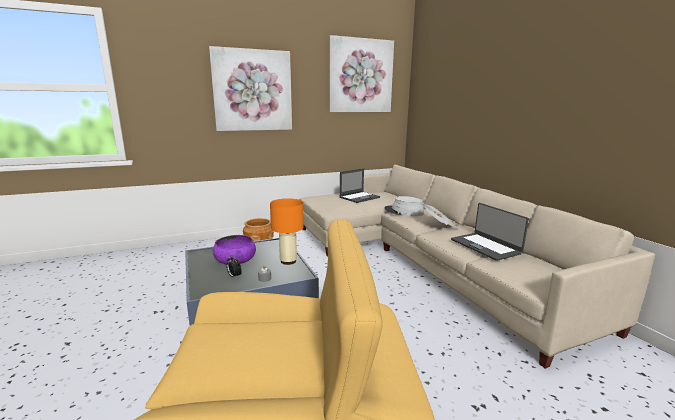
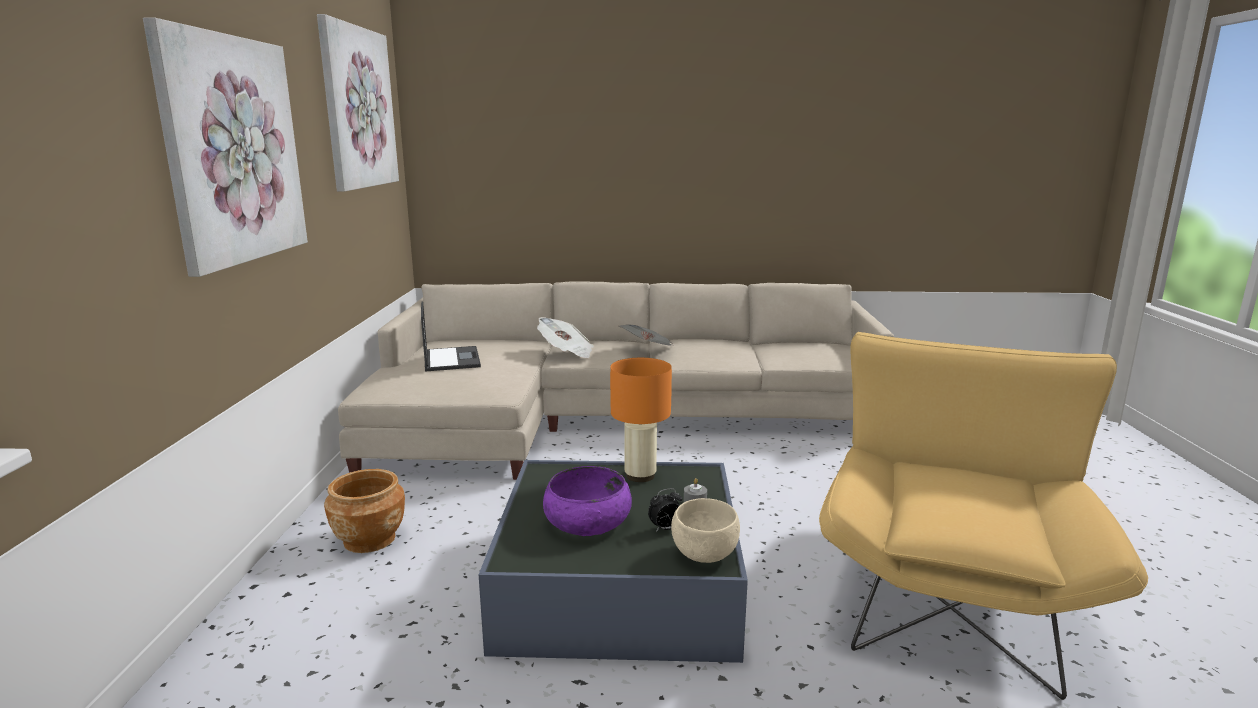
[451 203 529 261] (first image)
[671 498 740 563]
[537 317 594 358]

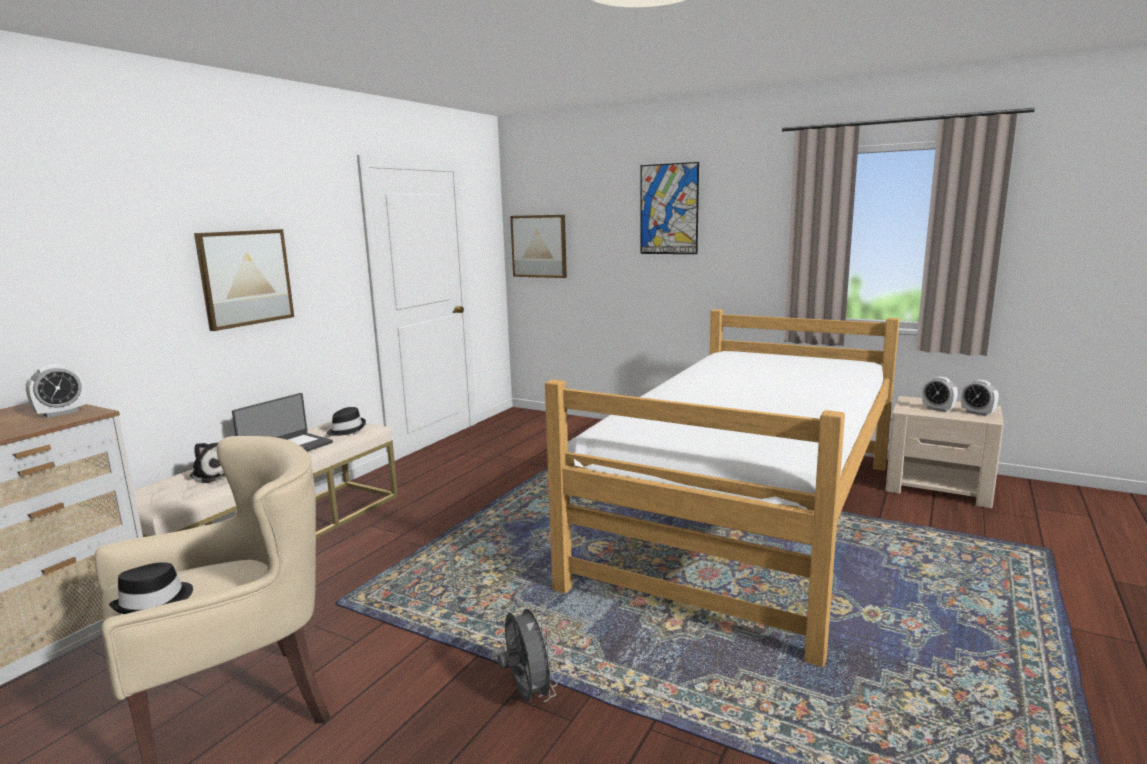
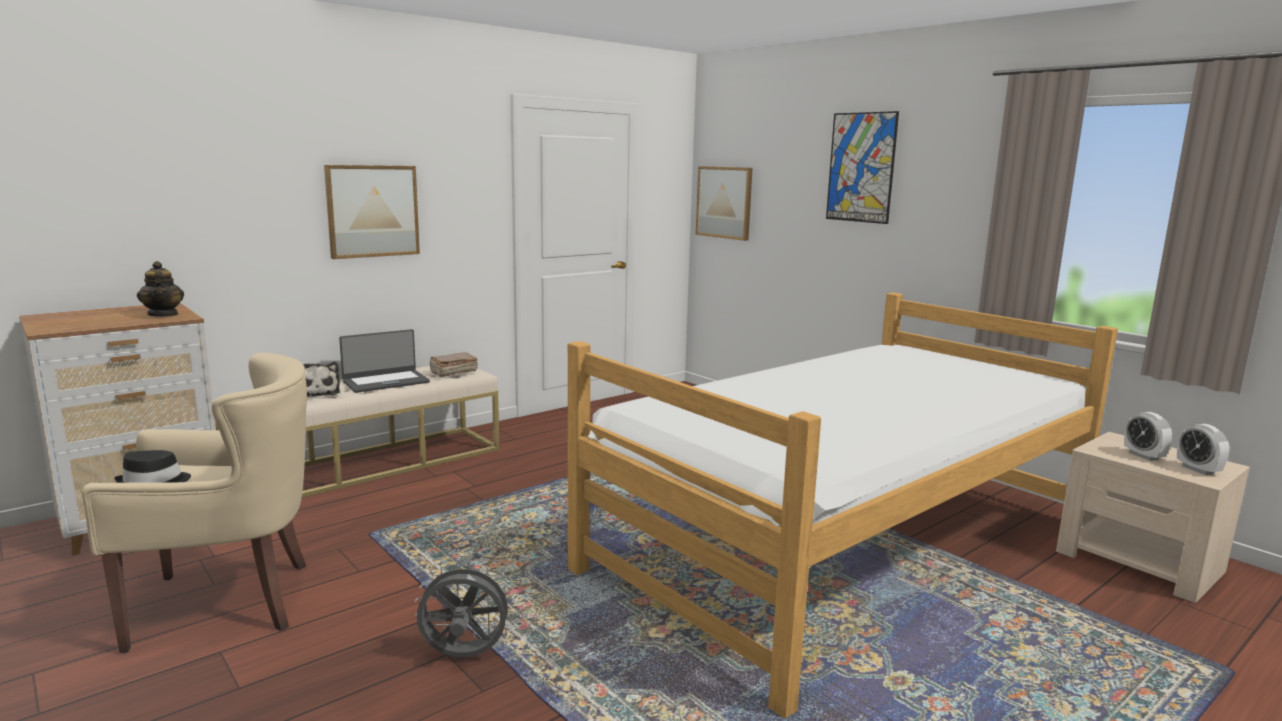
[137 261 184 317]
[430 352 478 377]
[415 562 514 657]

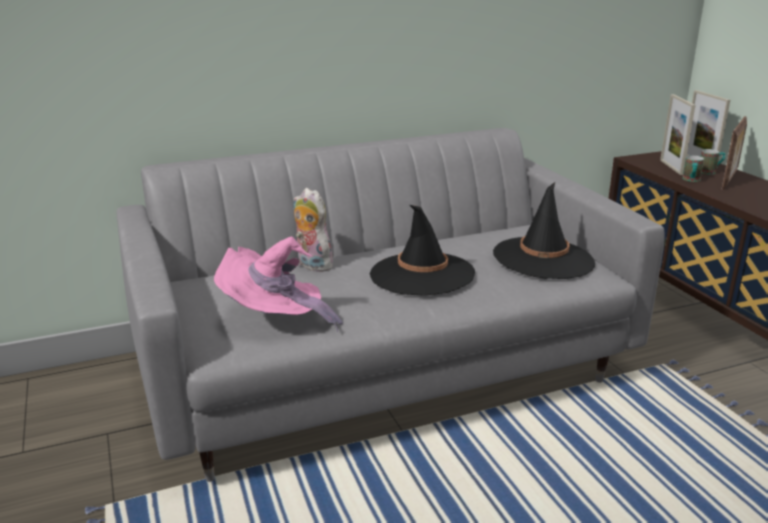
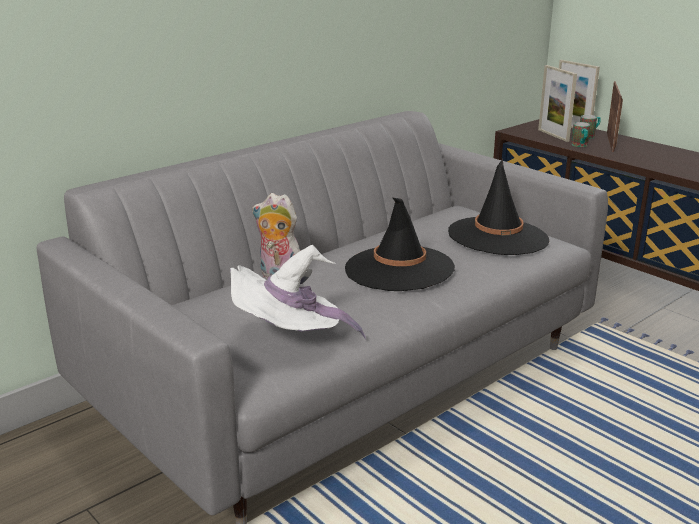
[230 245 366 340]

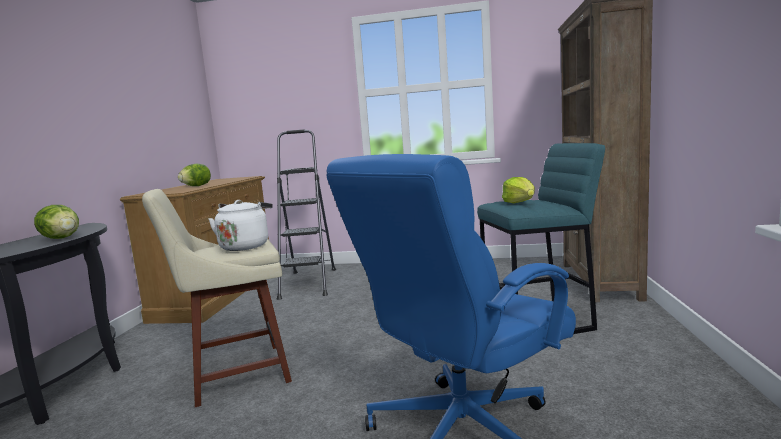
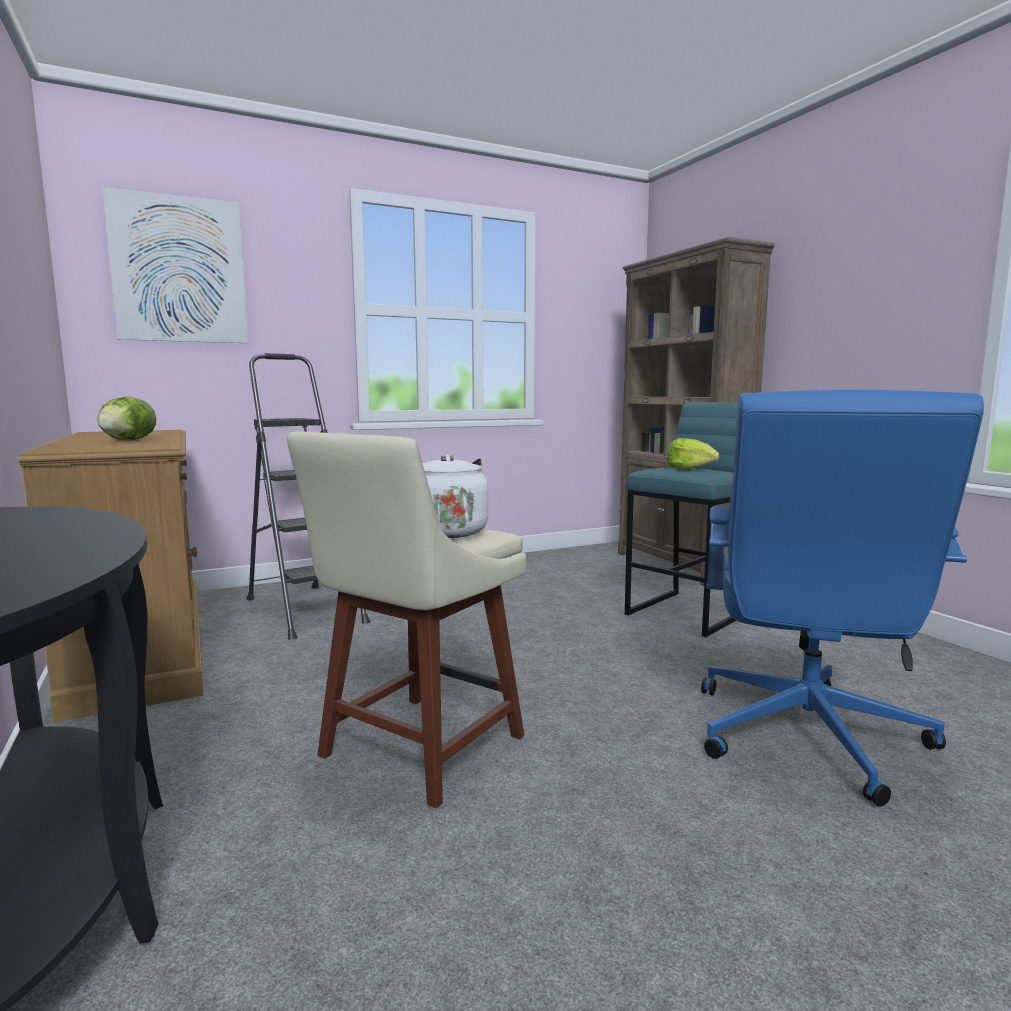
[34 205 79 239] (first image)
[102 187 248 343]

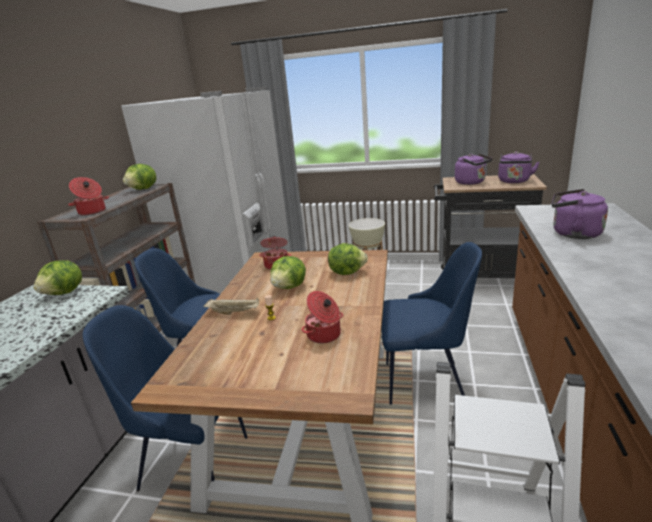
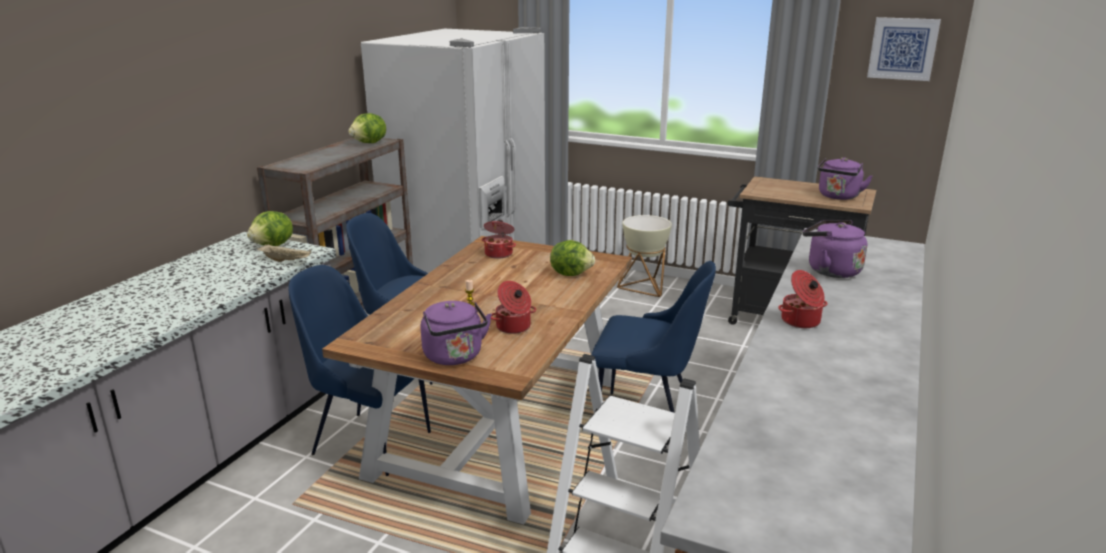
[270 256 306 289] (first image)
[867 17 941 81]
[778 270 827 328]
[257 244 312 262]
[421 301 492 365]

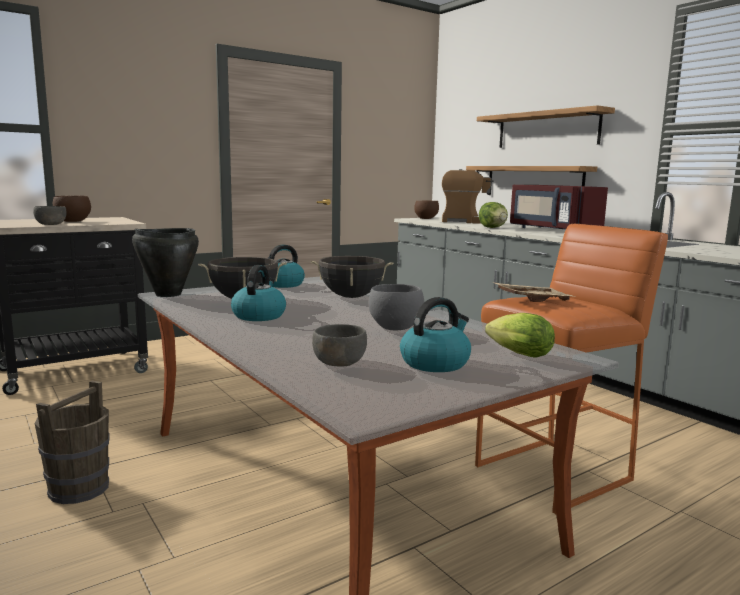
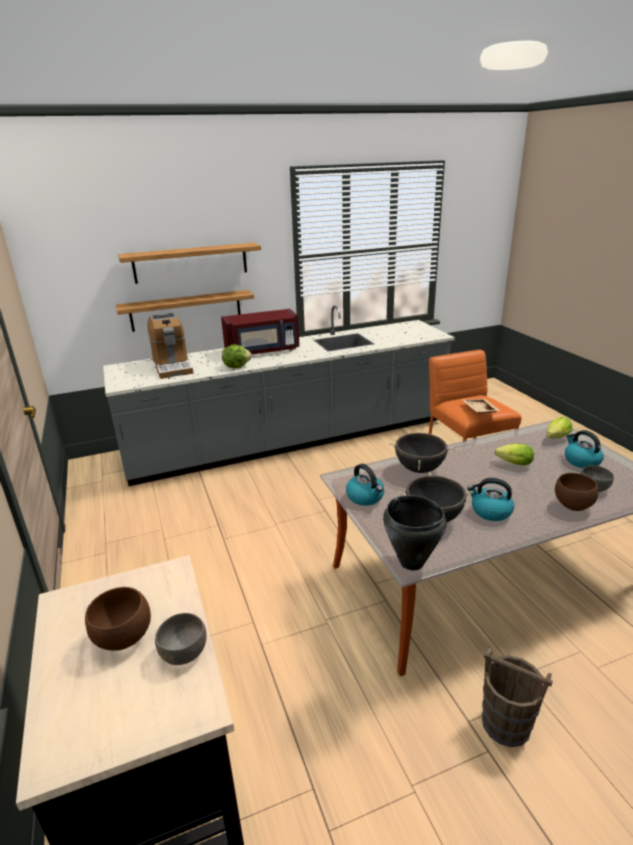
[555 473 599 511]
[495 443 534 466]
[148 312 193 379]

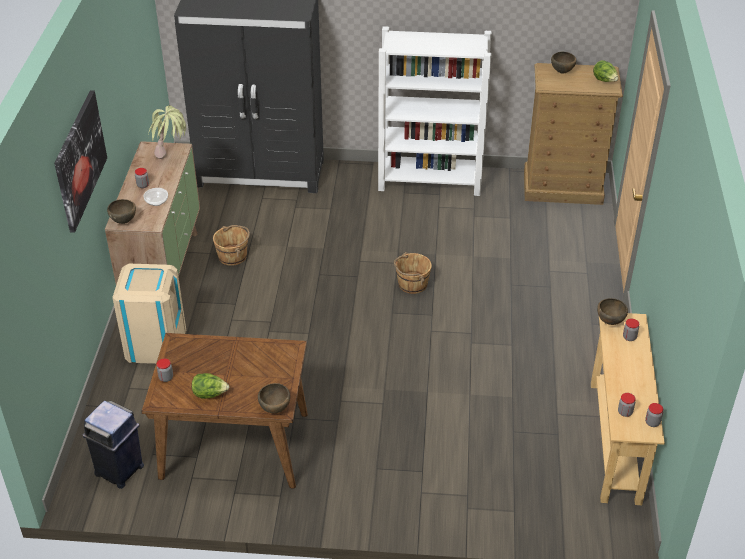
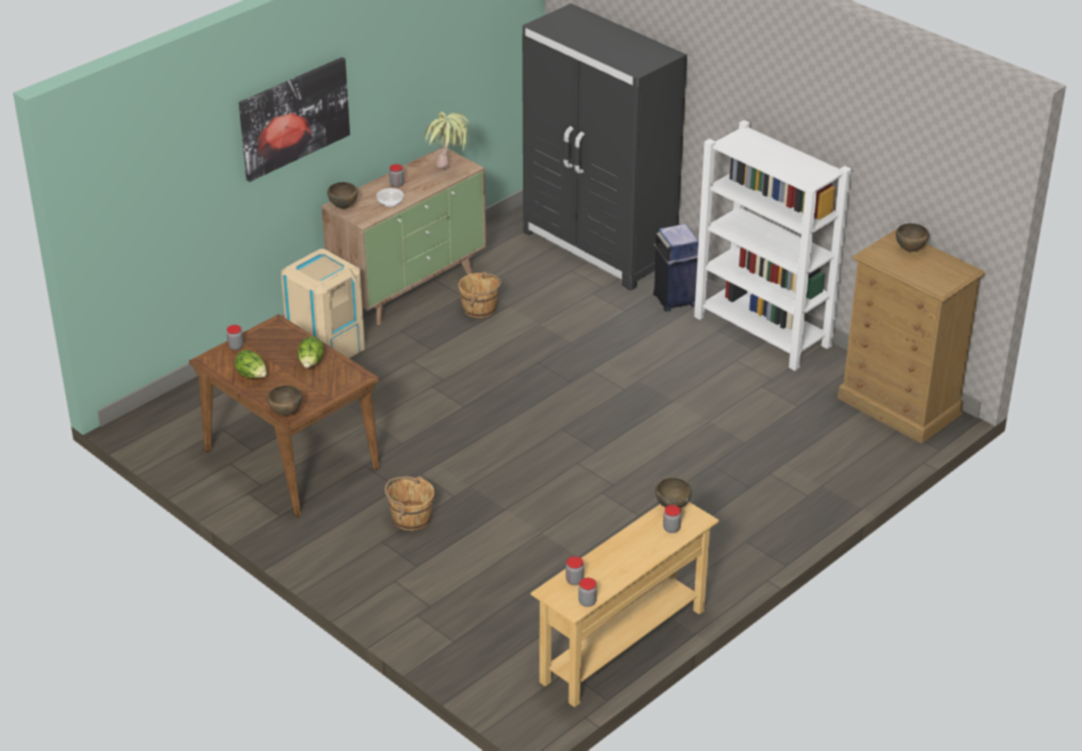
[653 224 699 312]
[385 476 435 531]
[298 336 324 368]

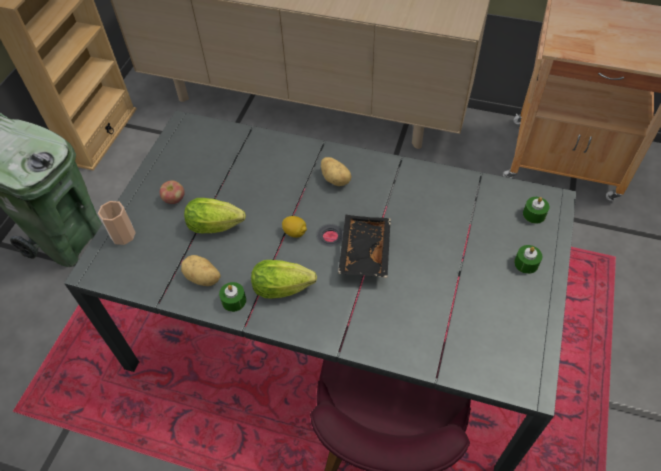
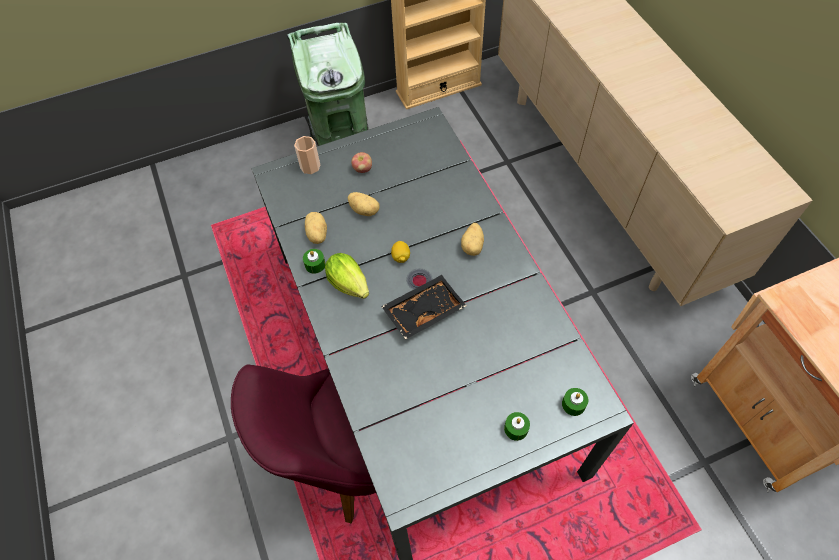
[348 192 380 216]

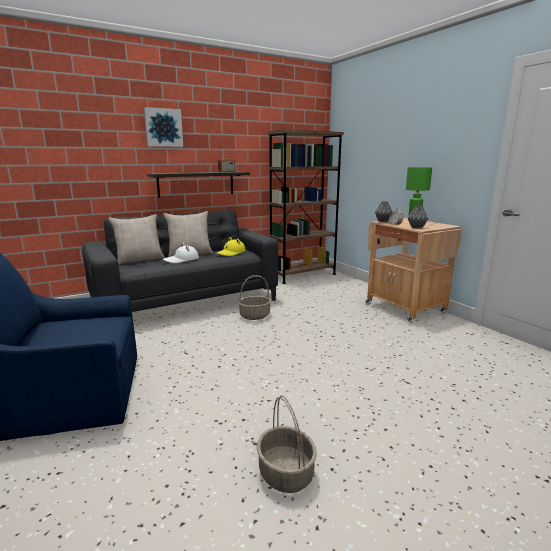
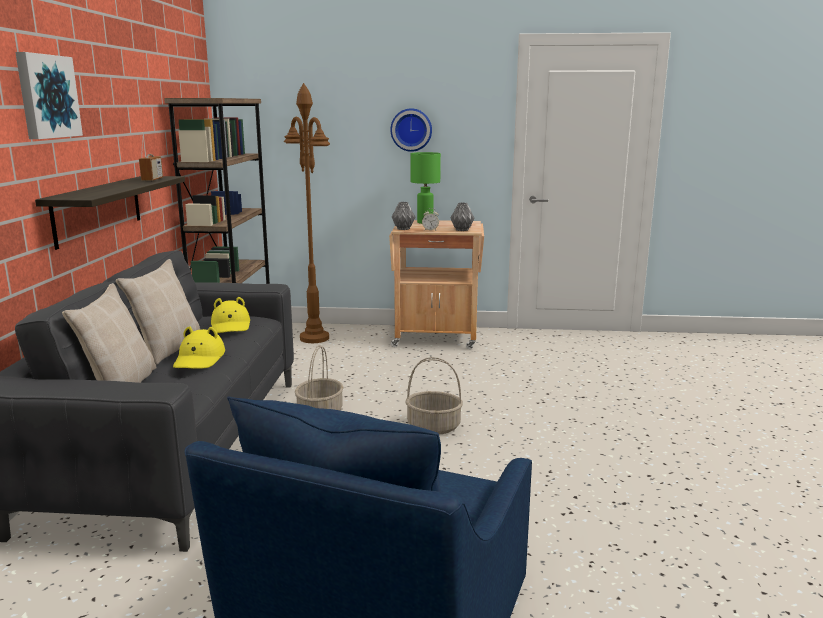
[284 83 330 343]
[390 108 432 152]
[406 357 463 434]
[173 326 225 369]

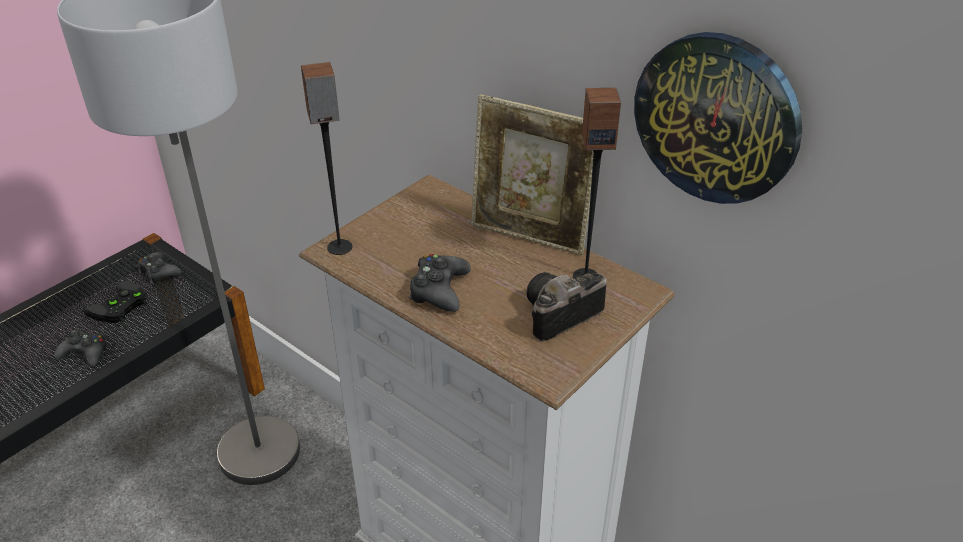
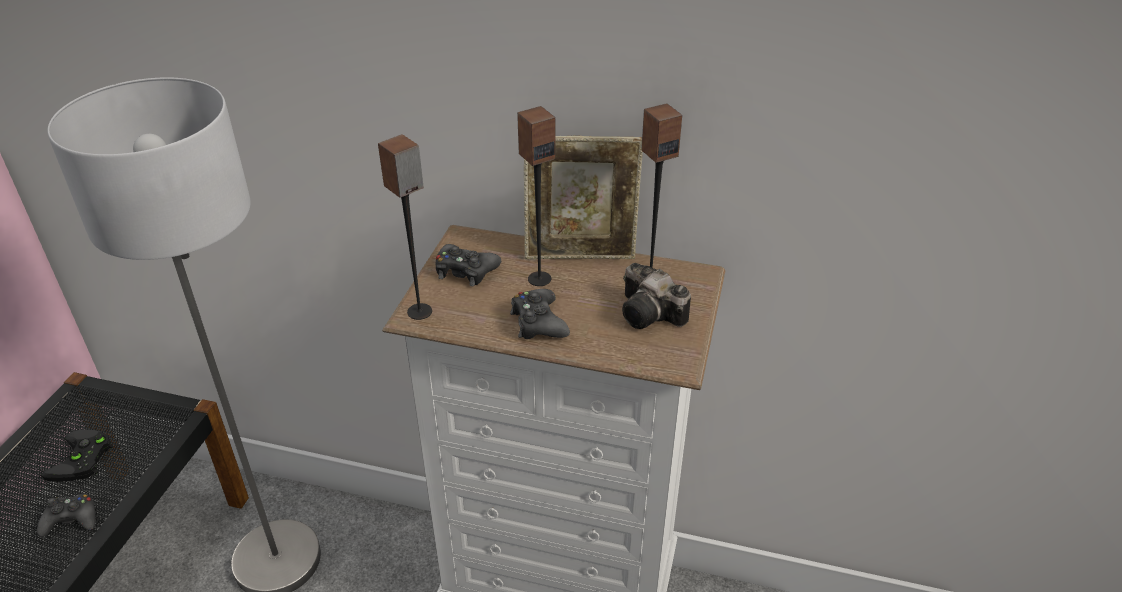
[634 32 802 204] (first image)
[517 106 556 286]
[436 244 501 286]
[622 263 691 329]

